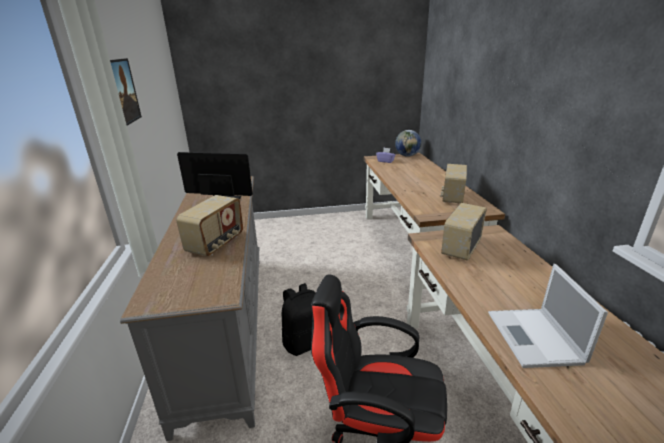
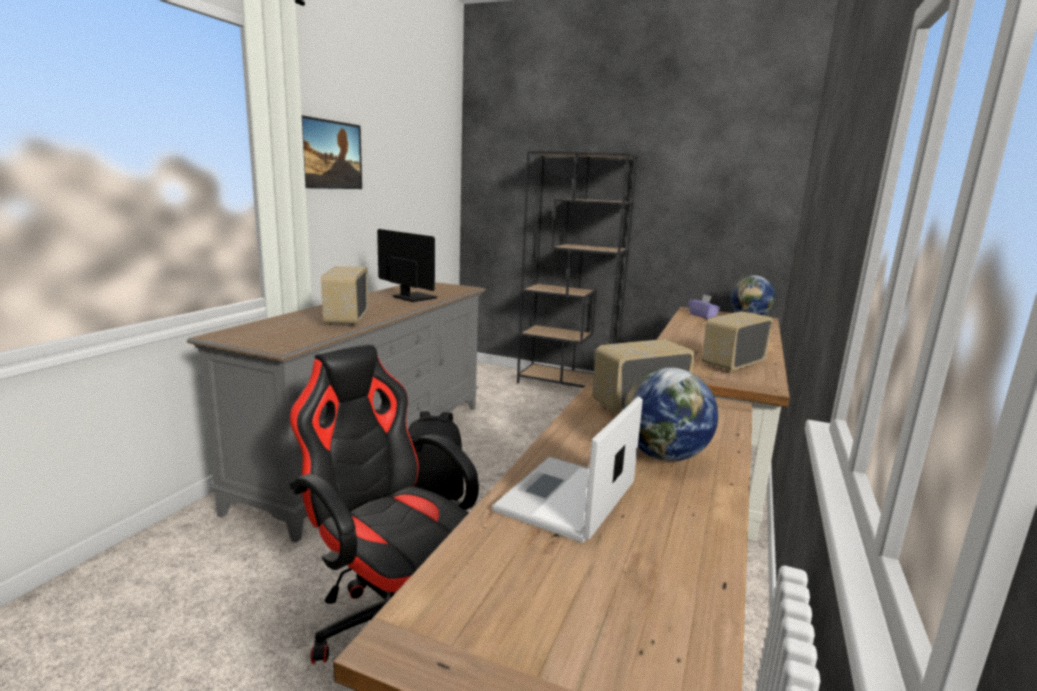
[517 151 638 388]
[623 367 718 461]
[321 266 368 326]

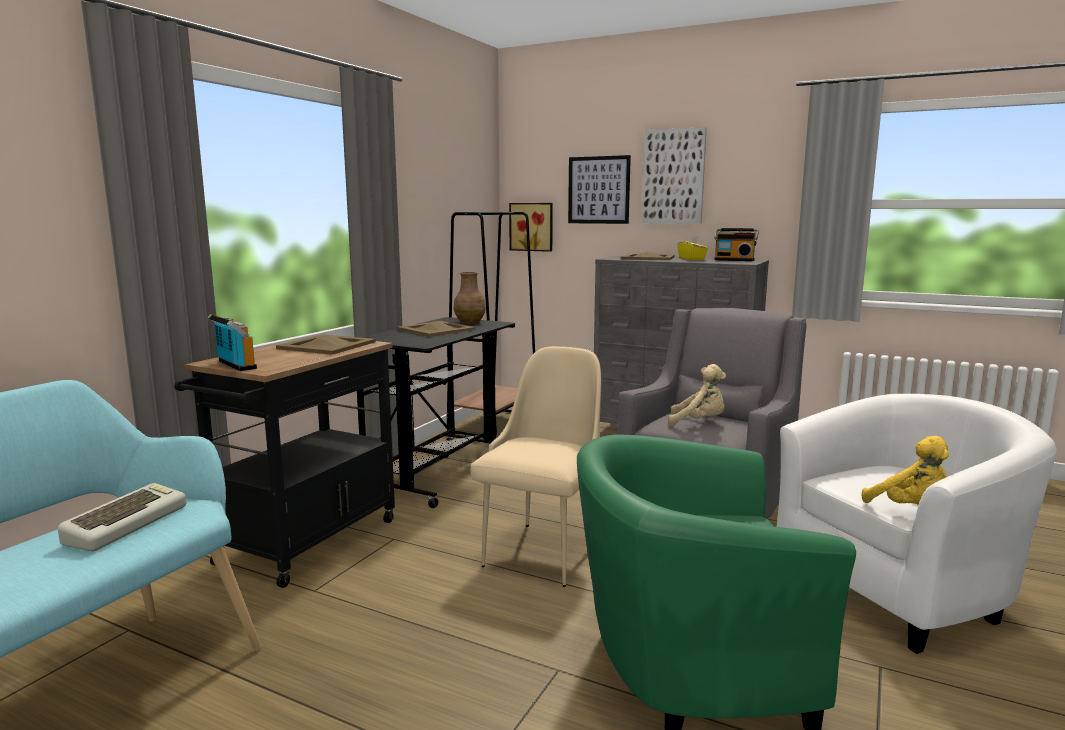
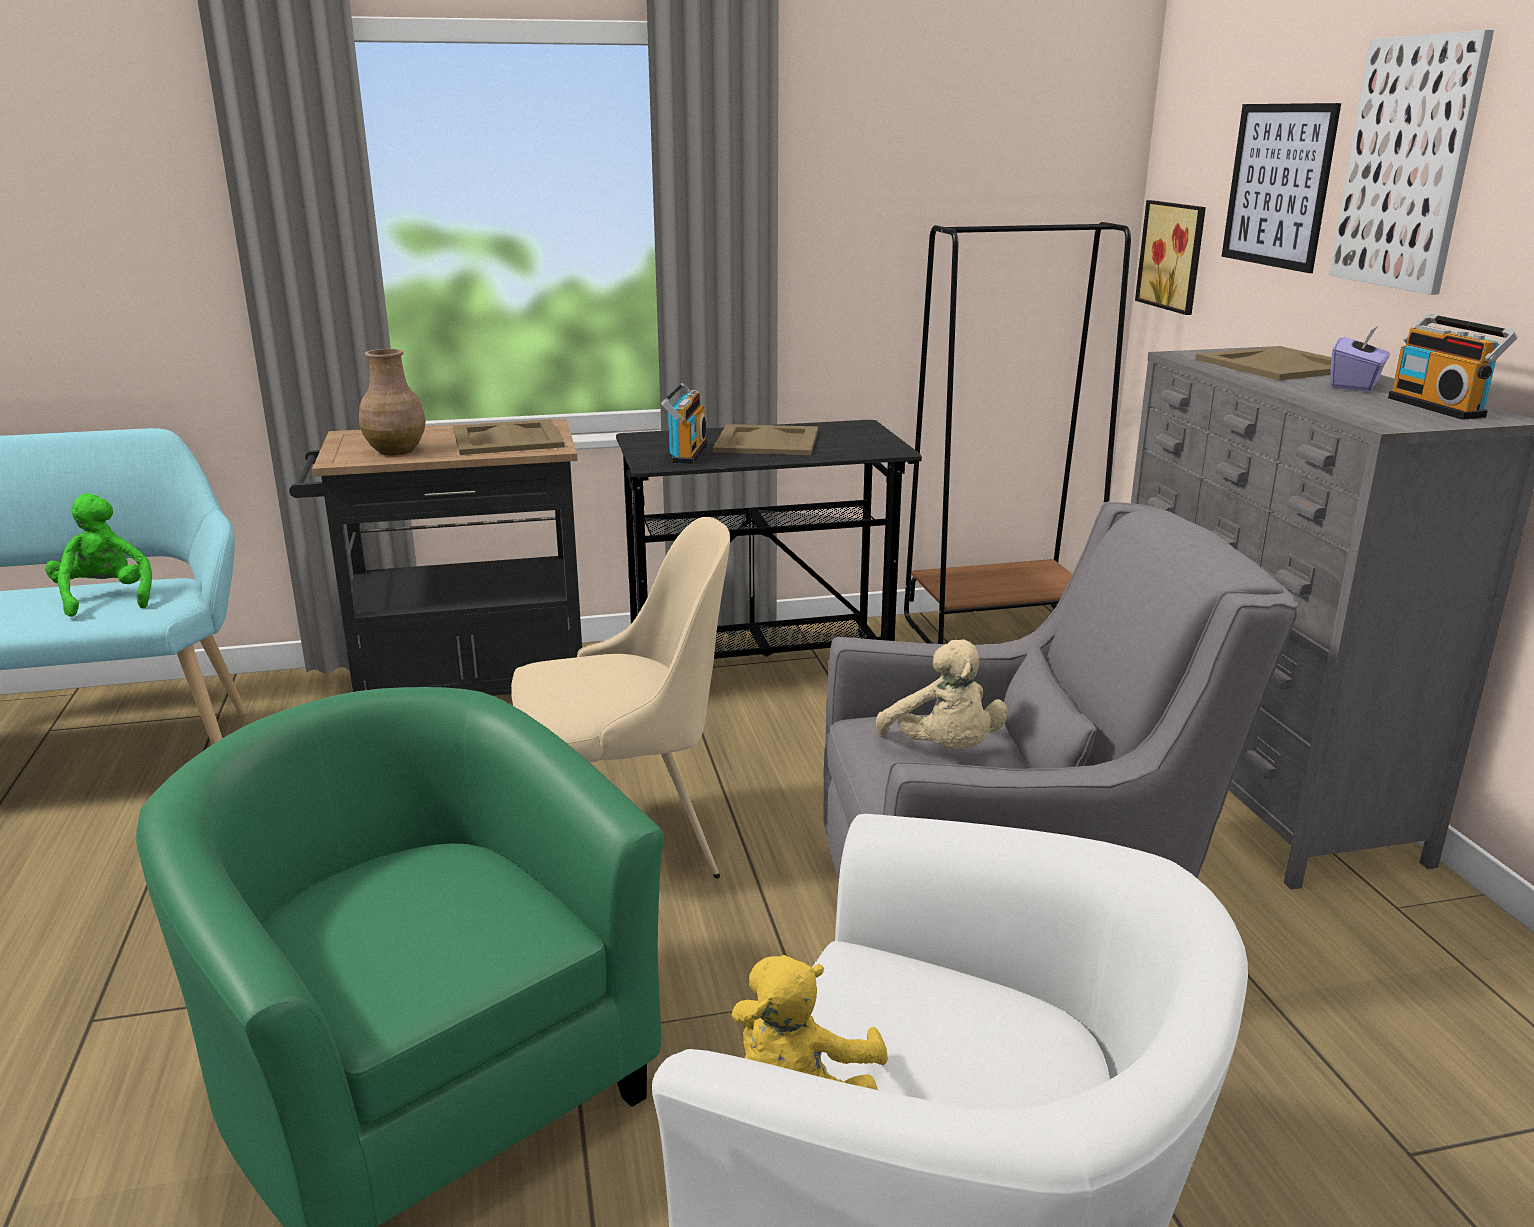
[661 383 708 464]
[359 349 426 455]
[45 494 152 617]
[1330 326 1390 391]

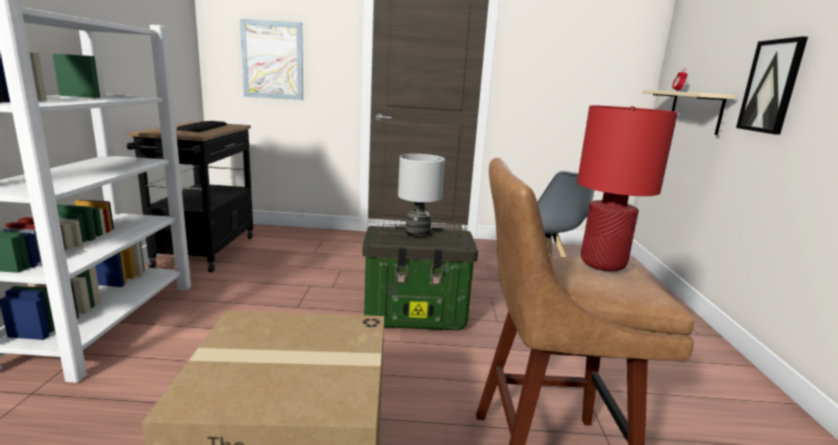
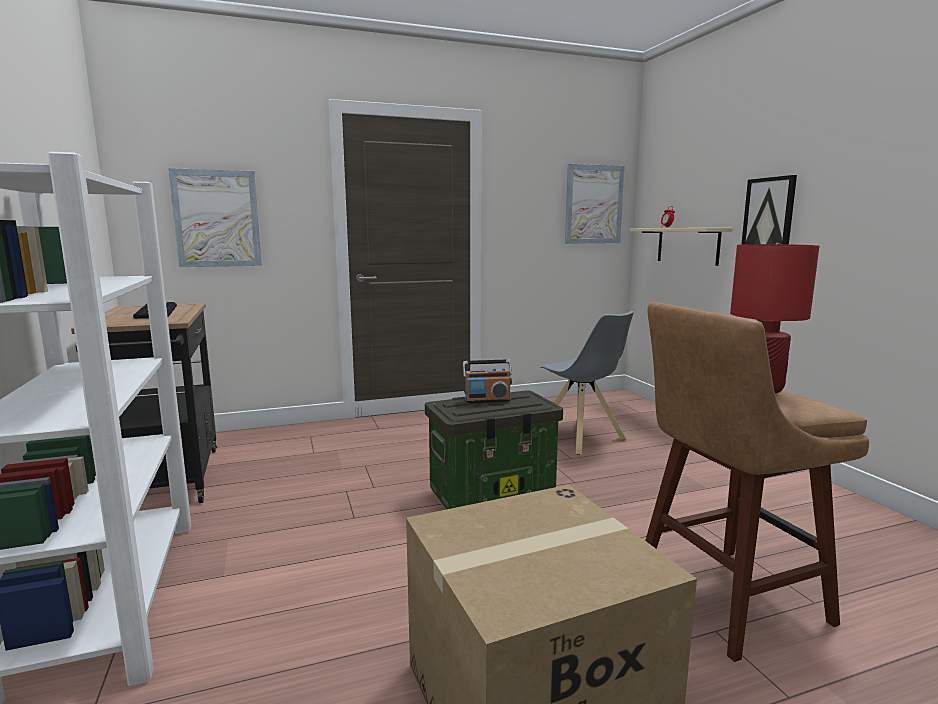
[565 164 625 244]
[463 360 512 403]

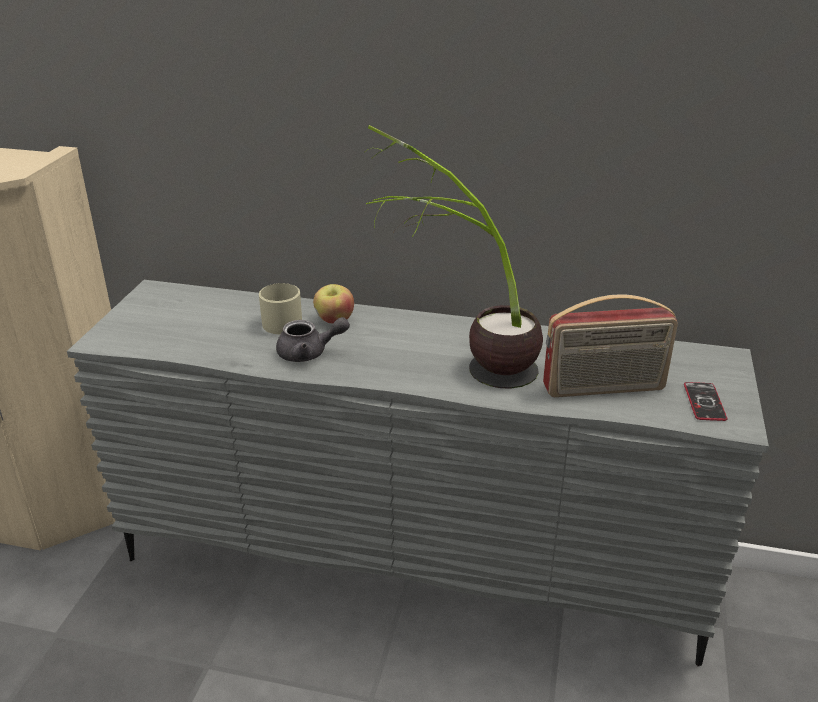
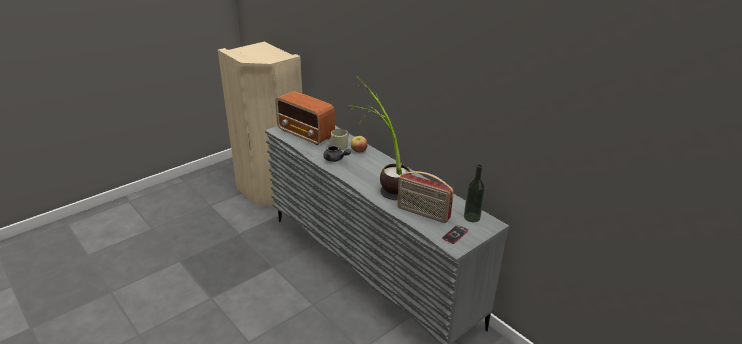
[275 91 335 145]
[464 164 485 222]

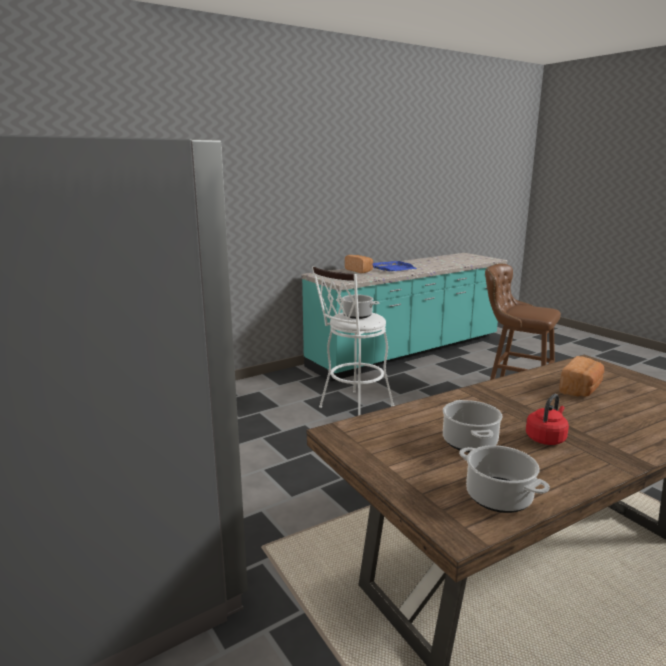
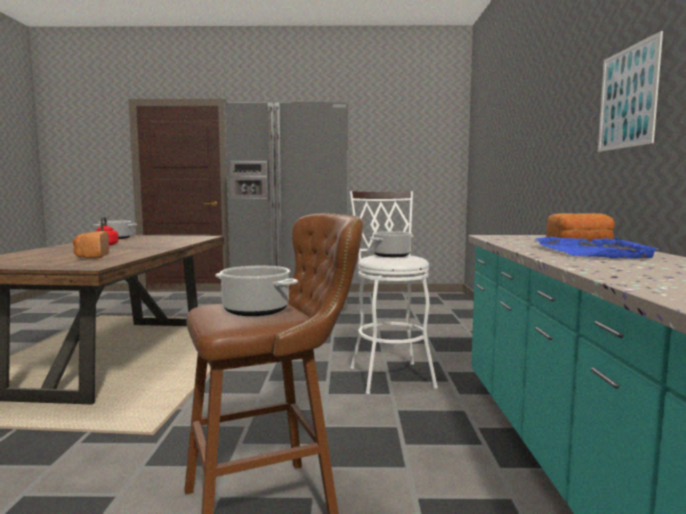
[598 31 663 152]
[215 266 298 316]

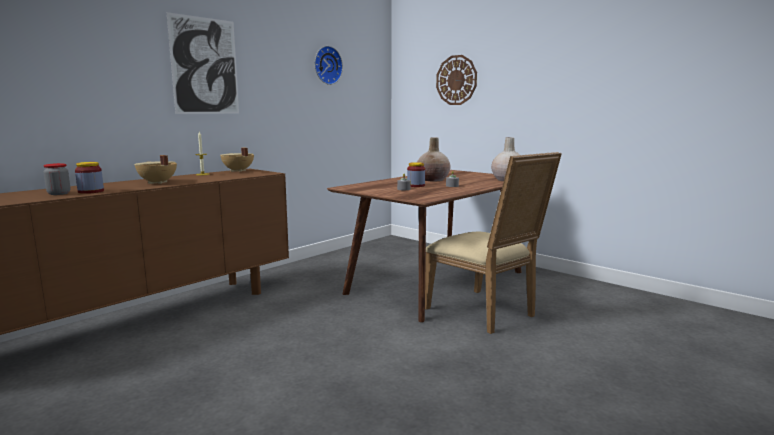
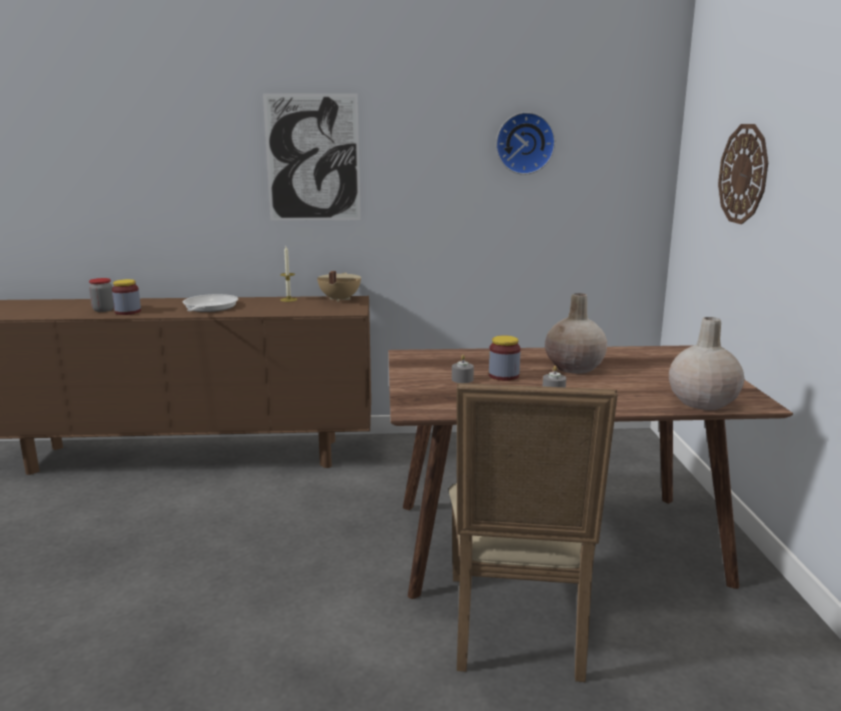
[183 294 238 312]

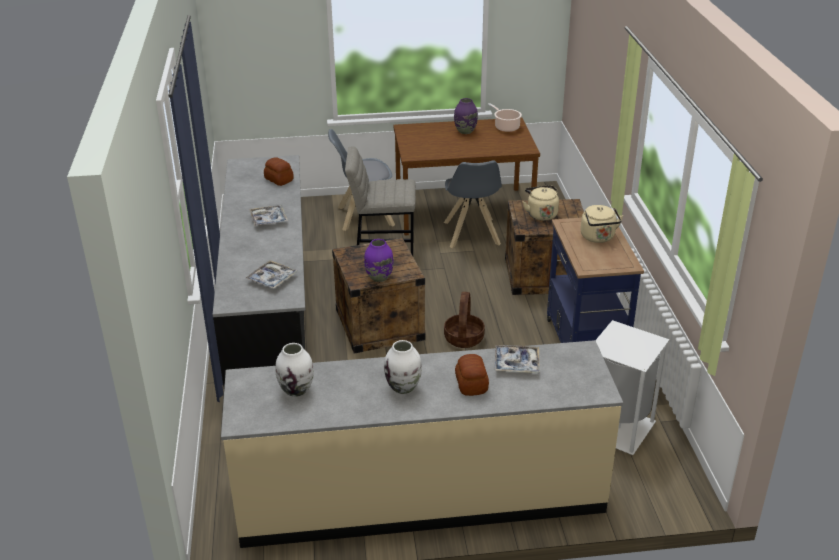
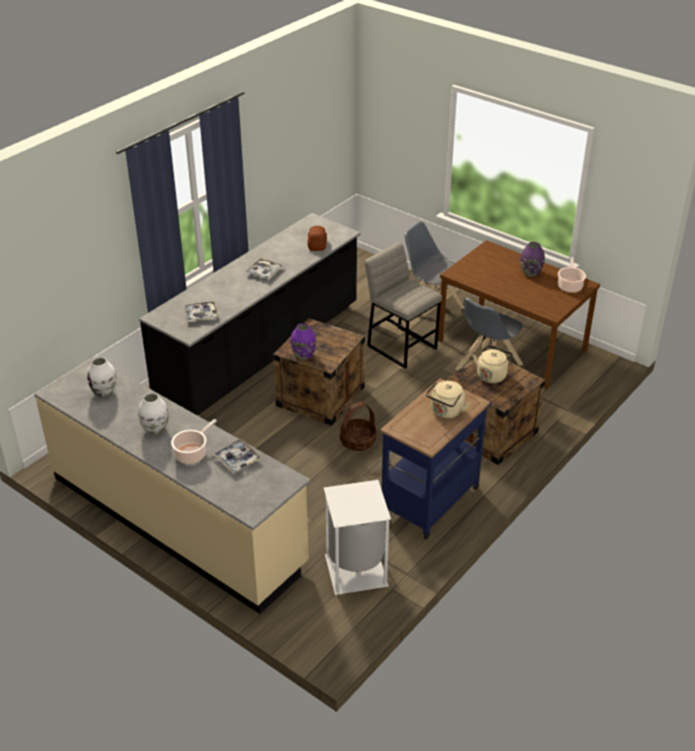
[171 419 217 464]

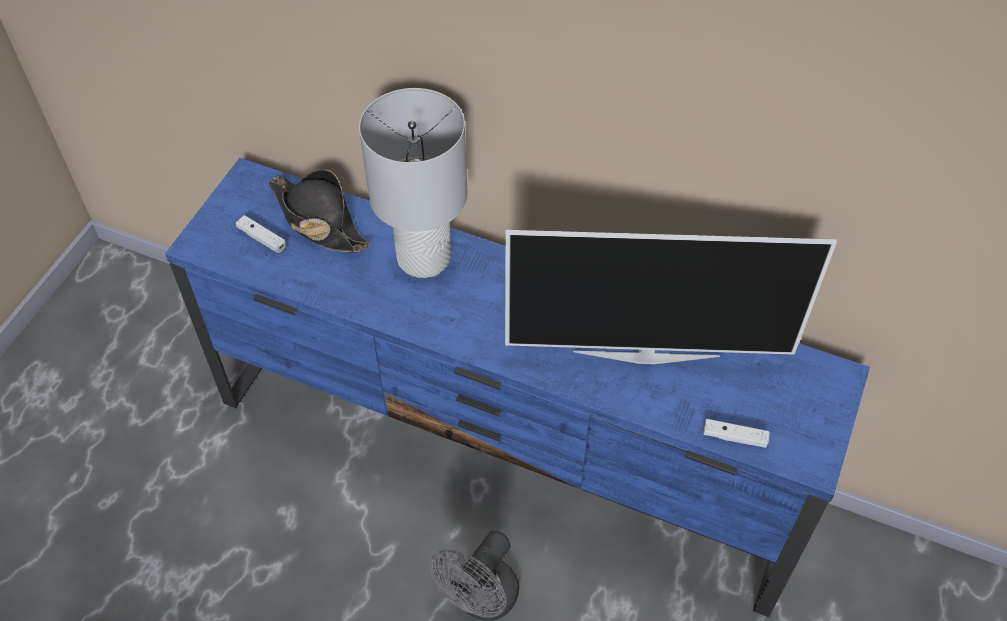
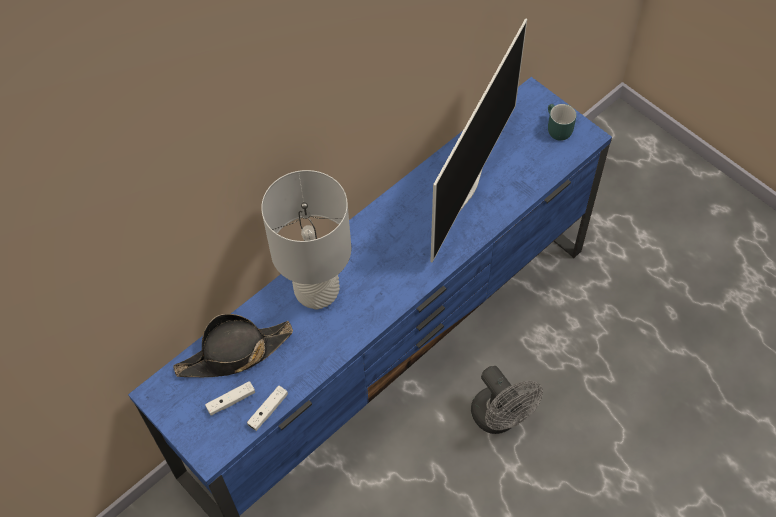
[548 104 577 141]
[247 385 288 431]

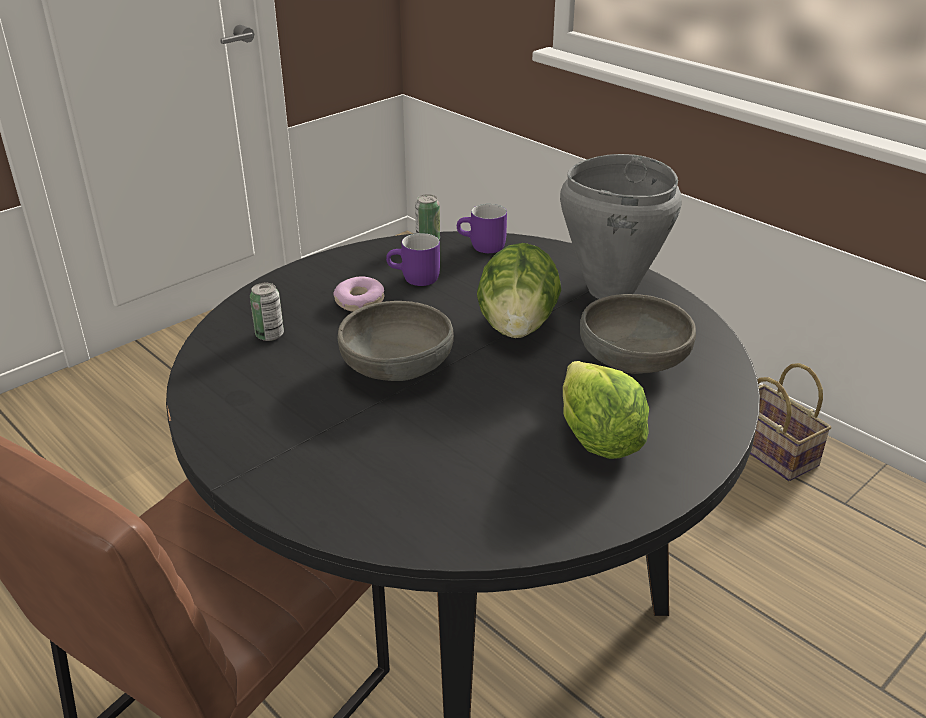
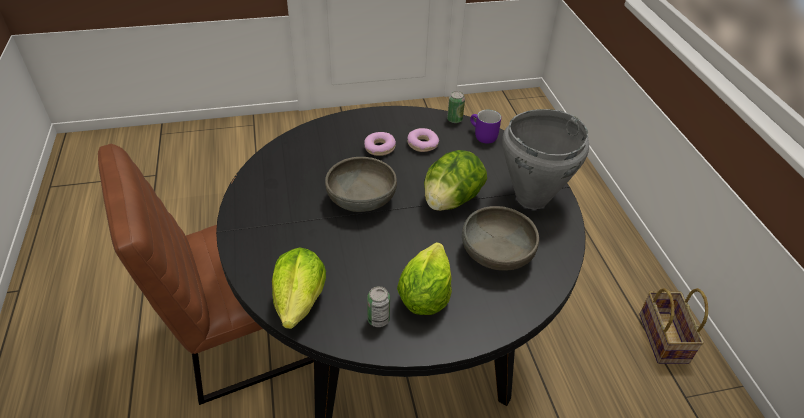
[272 247 326 329]
[367 286 390 327]
[407 128 439 152]

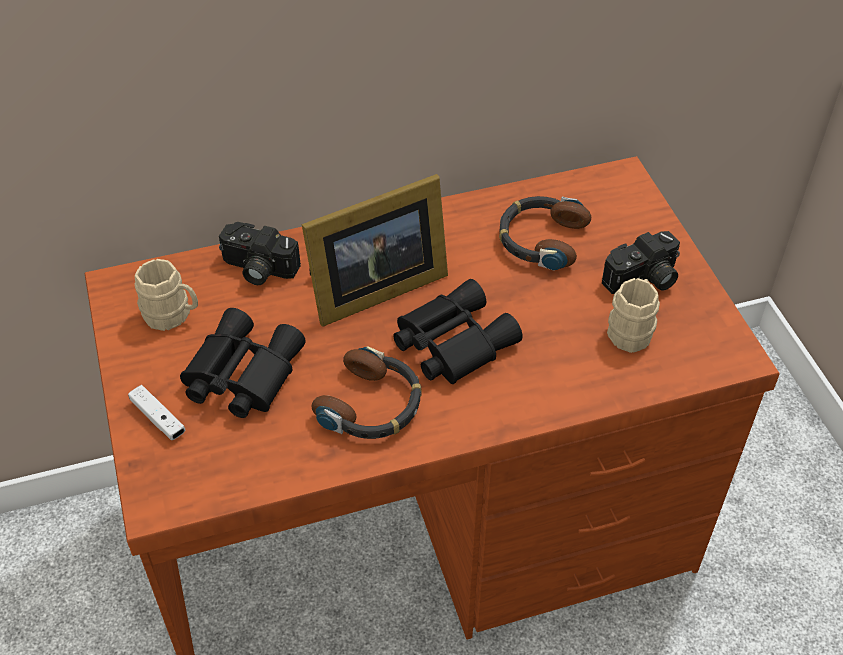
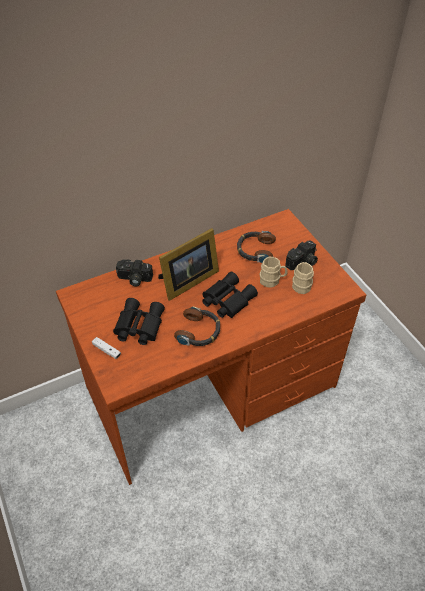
[259 257 288 288]

